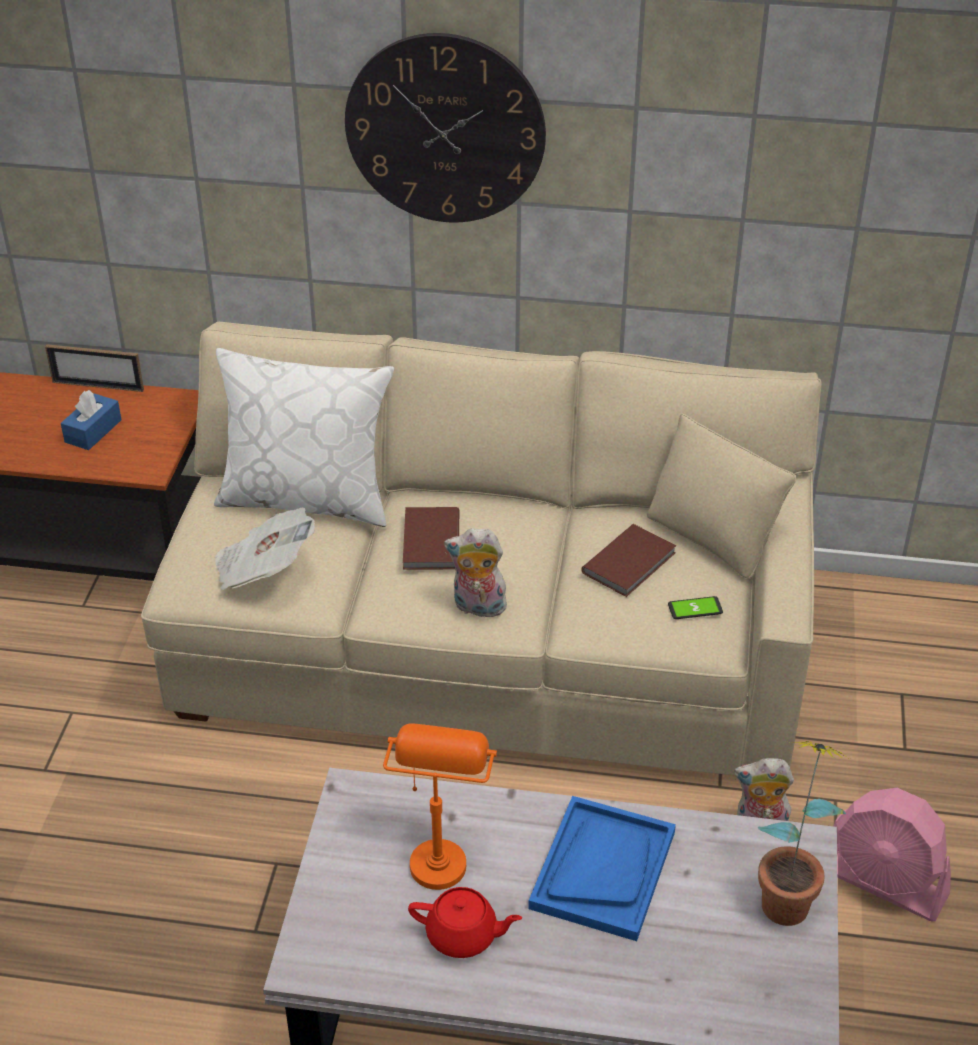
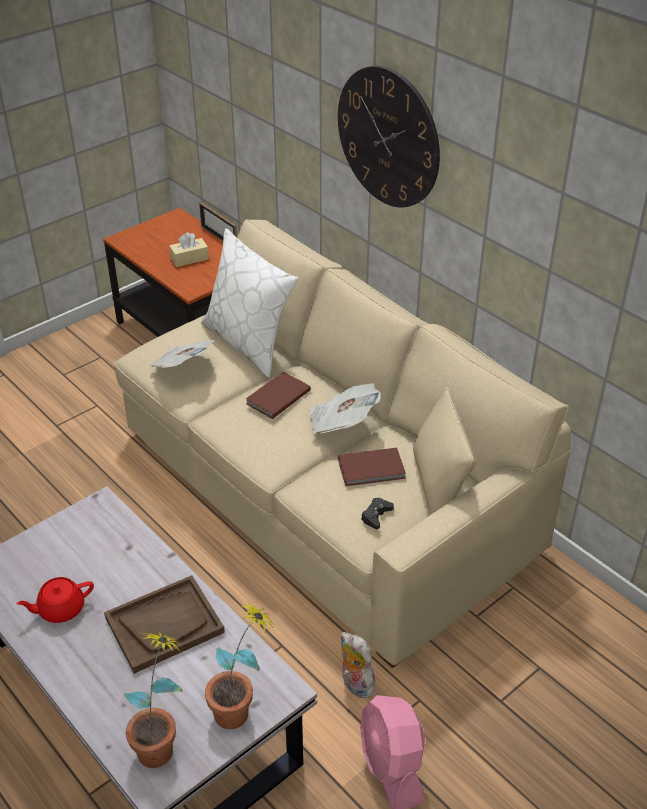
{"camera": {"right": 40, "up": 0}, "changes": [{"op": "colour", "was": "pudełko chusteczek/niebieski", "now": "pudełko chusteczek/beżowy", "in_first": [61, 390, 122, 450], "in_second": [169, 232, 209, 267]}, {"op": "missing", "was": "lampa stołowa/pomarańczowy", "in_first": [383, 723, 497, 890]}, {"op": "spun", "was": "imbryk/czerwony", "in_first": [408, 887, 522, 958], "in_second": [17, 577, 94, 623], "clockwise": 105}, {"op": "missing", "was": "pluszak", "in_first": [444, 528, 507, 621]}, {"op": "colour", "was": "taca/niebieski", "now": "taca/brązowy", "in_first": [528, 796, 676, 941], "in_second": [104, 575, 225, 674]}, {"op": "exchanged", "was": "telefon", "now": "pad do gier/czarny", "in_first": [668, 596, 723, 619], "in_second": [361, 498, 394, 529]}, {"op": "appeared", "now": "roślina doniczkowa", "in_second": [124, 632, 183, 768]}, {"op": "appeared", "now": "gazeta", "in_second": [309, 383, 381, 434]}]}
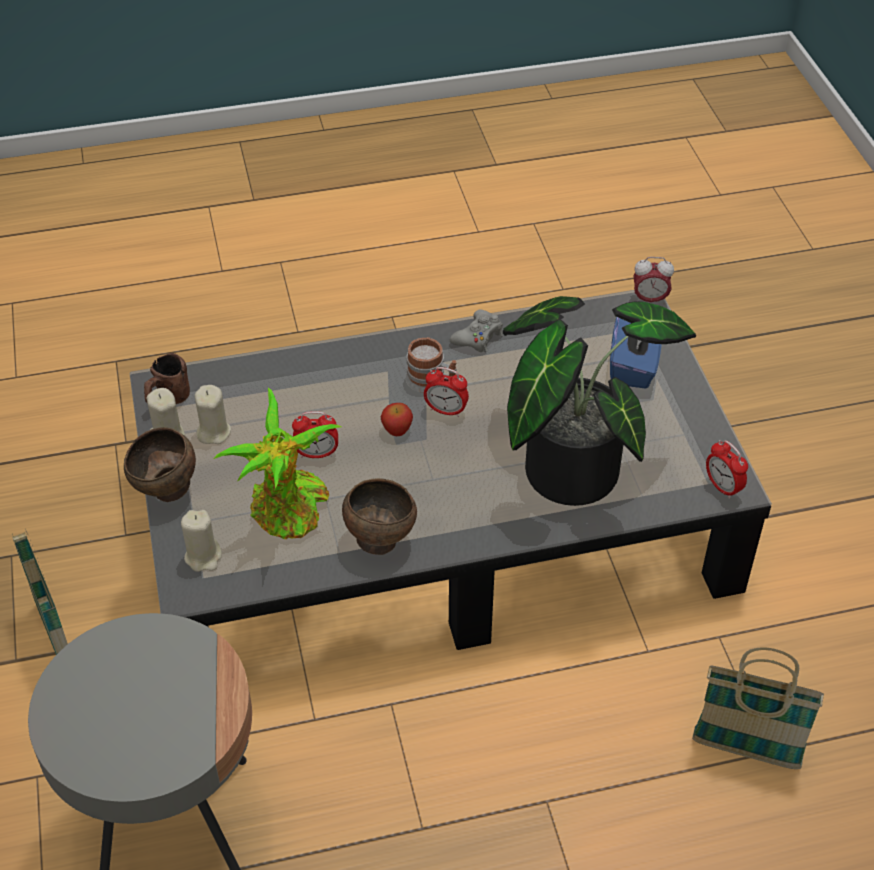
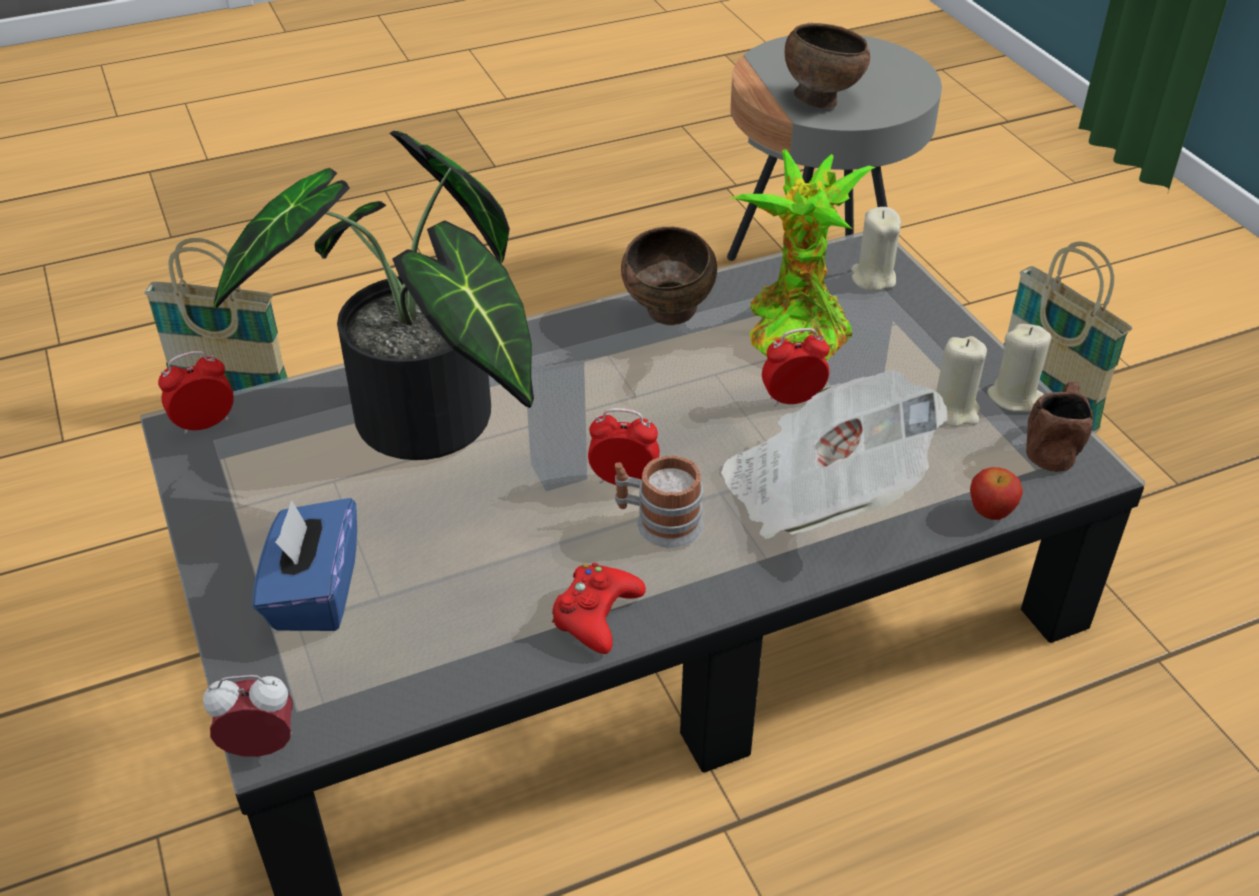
{"camera": {"right": 170, "up": -5}, "changes": [{"op": "relocated", "was": "miska/brązowy", "in_first": [124, 427, 196, 502], "in_second": [785, 23, 870, 108]}, {"op": "relocated", "was": "jabłko", "in_first": [381, 403, 413, 436], "in_second": [970, 467, 1023, 520]}, {"op": "colour", "was": "pad do gier/szary", "now": "pad do gier/czerwony", "in_first": [450, 310, 503, 352], "in_second": [552, 563, 646, 654]}, {"op": "spun", "was": "budzik", "in_first": [706, 440, 748, 499], "in_second": [158, 351, 234, 435], "clockwise": -75}, {"op": "appeared", "now": "gazeta", "in_second": [721, 370, 948, 539]}]}
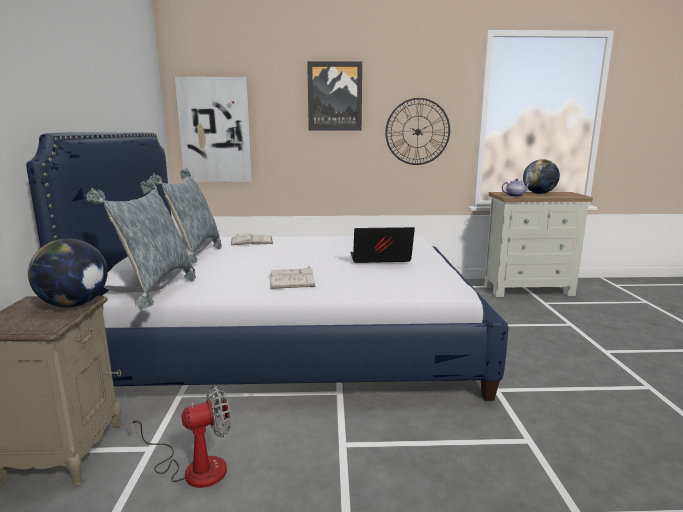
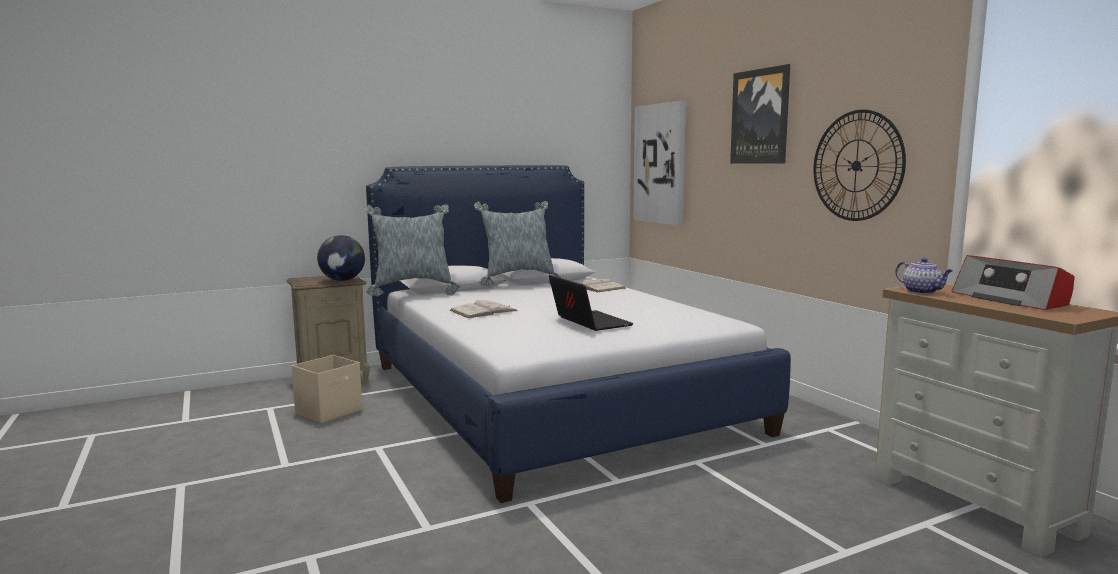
{"camera": {"right": 65, "up": -5}, "changes": [{"op": "exchanged", "was": "wentylator", "now": "pojemnik do przechowywania/beżowy", "in_first": [131, 385, 231, 488], "in_second": [292, 355, 362, 423]}, {"op": "exchanged", "was": "globus", "now": "radio", "in_first": [523, 159, 560, 194], "in_second": [952, 255, 1075, 310]}]}
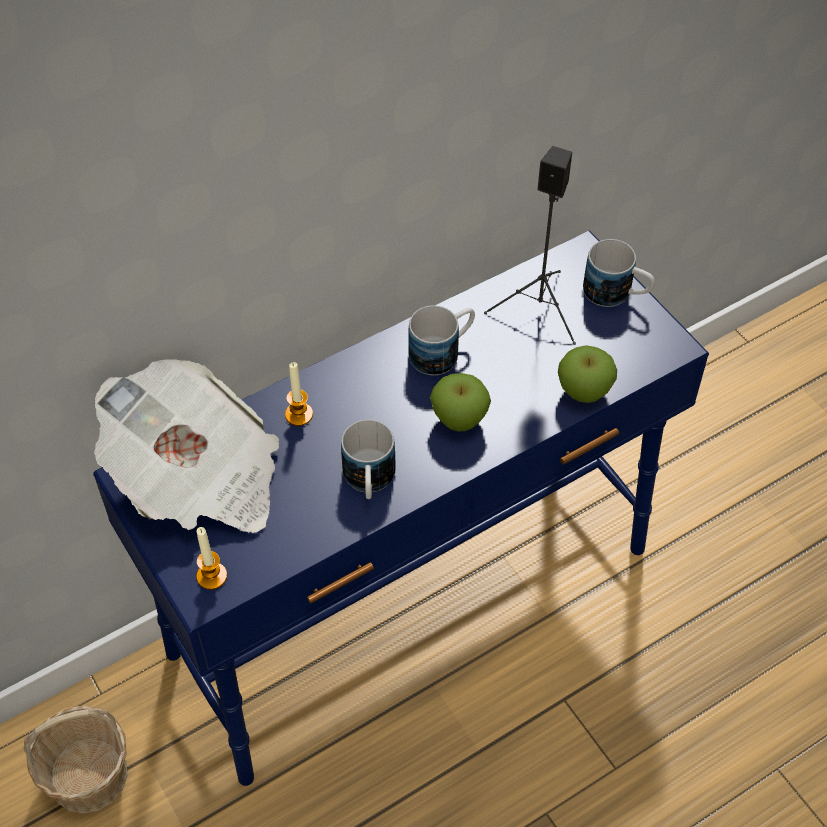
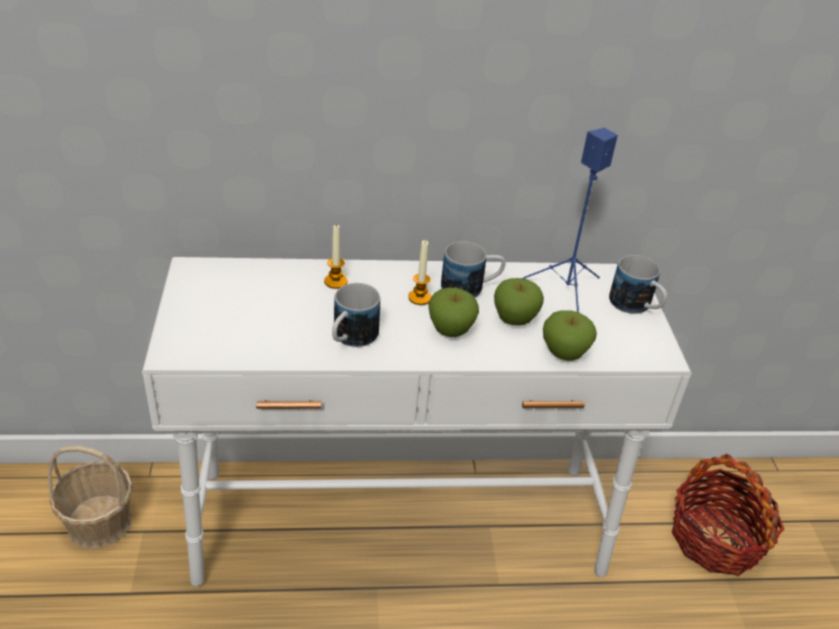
{"camera": {"right": 25, "up": -15}, "changes": [{"op": "colour", "was": "stolik konsolowy/niebieski", "now": "stolik konsolowy/biały", "in_first": [93, 231, 709, 786], "in_second": [142, 257, 692, 586]}, {"op": "missing", "was": "gazeta", "in_first": [94, 359, 279, 533]}, {"op": "relocated", "was": "świeca", "in_first": [196, 527, 227, 590], "in_second": [408, 240, 432, 305]}, {"op": "colour", "was": "głośnik/czarny", "now": "głośnik/niebieski", "in_first": [484, 146, 576, 345], "in_second": [522, 128, 618, 312]}, {"op": "appeared", "now": "jabłko", "in_second": [494, 278, 544, 325]}, {"op": "appeared", "now": "koszyk", "in_second": [672, 454, 784, 576]}]}
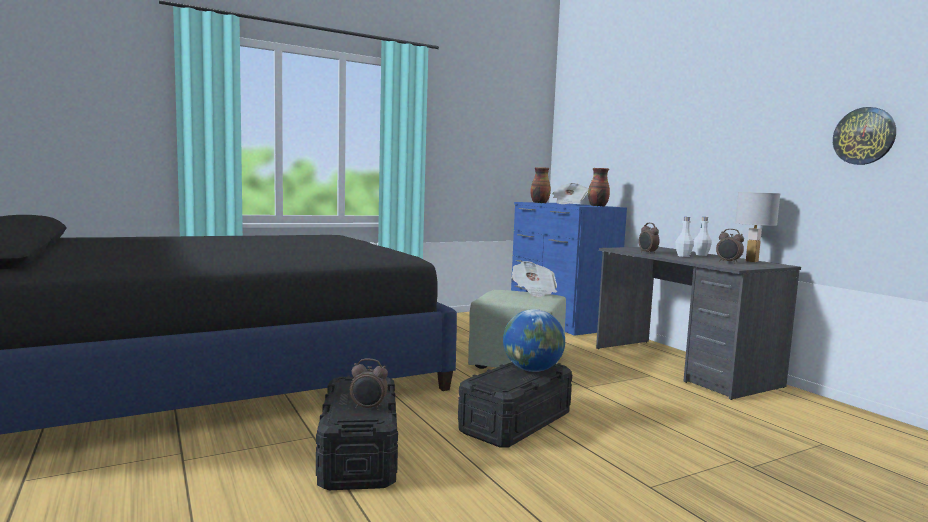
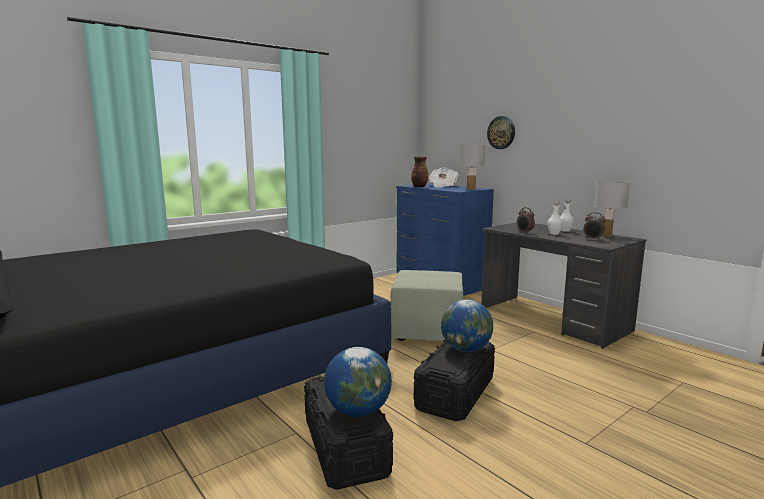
{"camera": {"right": -10, "up": 5}, "changes": [{"op": "exchanged", "was": "budzik", "now": "globus", "in_first": [350, 359, 388, 411], "in_second": [324, 347, 392, 417]}, {"op": "missing", "was": "gazeta", "in_first": [512, 261, 557, 297]}, {"op": "exchanged", "was": "wazon", "now": "lampa stołowa/biały", "in_first": [588, 168, 610, 207], "in_second": [460, 145, 485, 190]}, {"op": "relocated", "was": "zegar ścienny", "in_first": [833, 107, 896, 165], "in_second": [487, 116, 515, 149]}]}
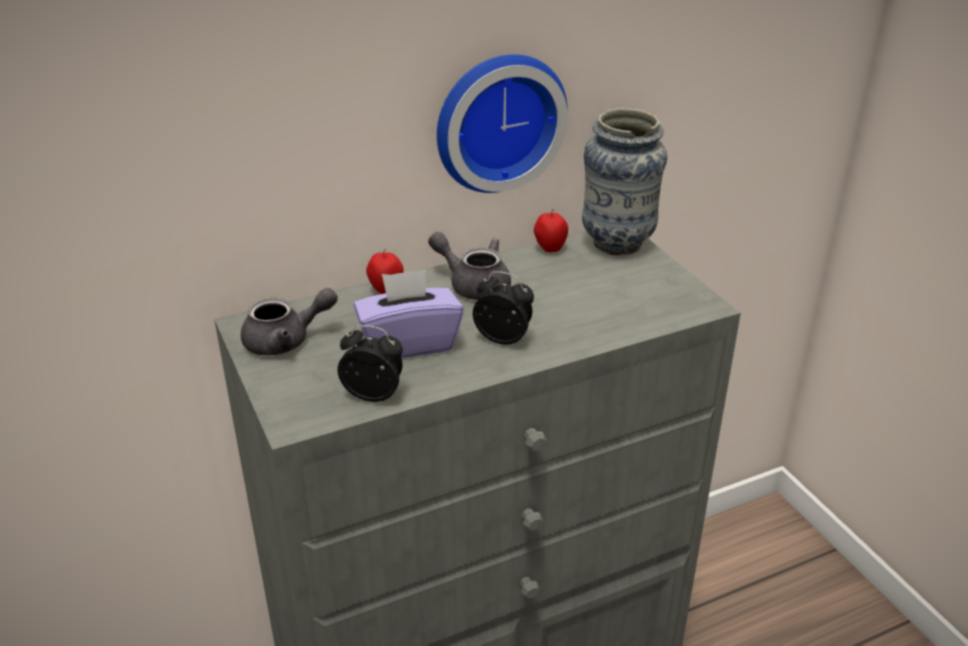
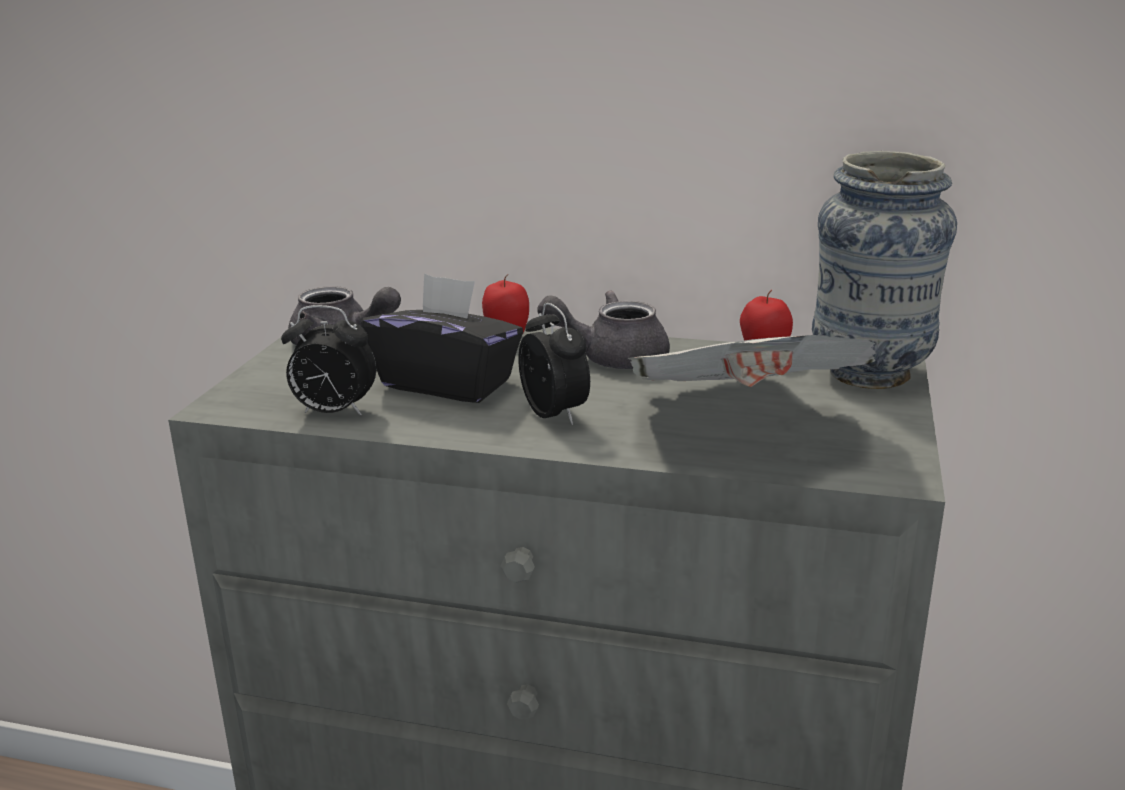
{"camera": {"right": 40, "up": -10}, "changes": [{"op": "spun", "was": "budzik", "in_first": [337, 325, 403, 402], "in_second": [281, 305, 376, 416], "clockwise": 135}, {"op": "colour", "was": "pudełko chusteczek/fioletowy", "now": "pudełko chusteczek/czarny", "in_first": [354, 269, 464, 358], "in_second": [362, 273, 523, 403]}, {"op": "spun", "was": "imbryk/szary", "in_first": [428, 232, 511, 300], "in_second": [537, 291, 670, 369], "clockwise": -75}, {"op": "missing", "was": "zegar ścienny", "in_first": [437, 55, 568, 193]}, {"op": "appeared", "now": "gazeta", "in_second": [628, 335, 876, 387]}]}
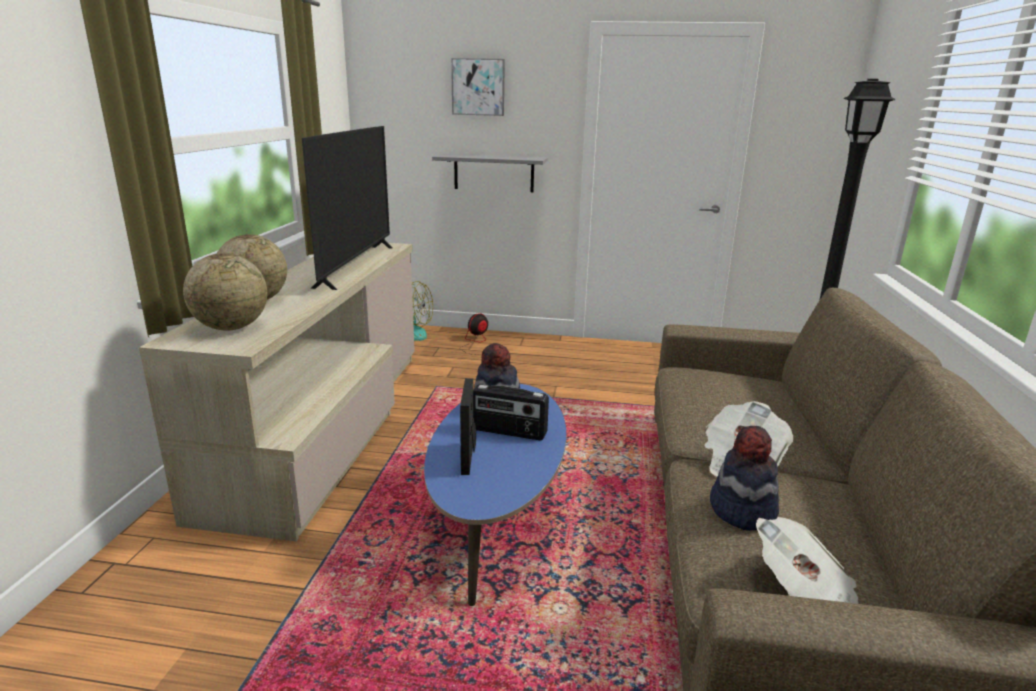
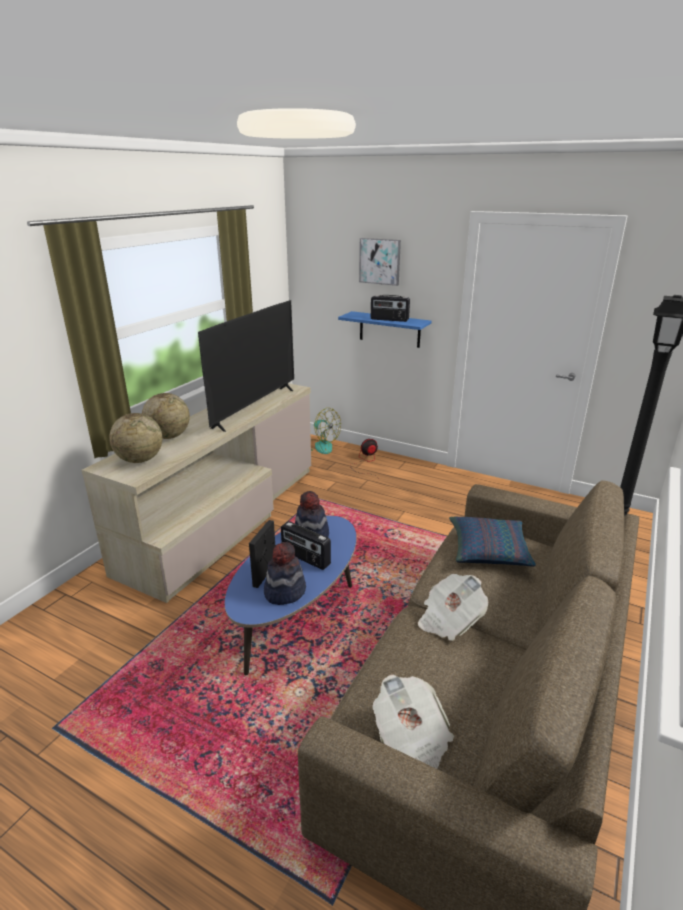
{"camera": {"right": 20, "up": 5}, "changes": [{"op": "colour", "was": "półka/szary", "now": "półka/niebieski", "in_first": [432, 153, 547, 192], "in_second": [338, 311, 431, 348]}, {"op": "relocated", "was": "kapelusz", "in_first": [710, 426, 779, 531], "in_second": [264, 542, 306, 605]}, {"op": "appeared", "now": "radio", "in_second": [371, 295, 410, 322]}, {"op": "appeared", "now": "poduszka/niebieski", "in_second": [449, 517, 536, 567]}]}
